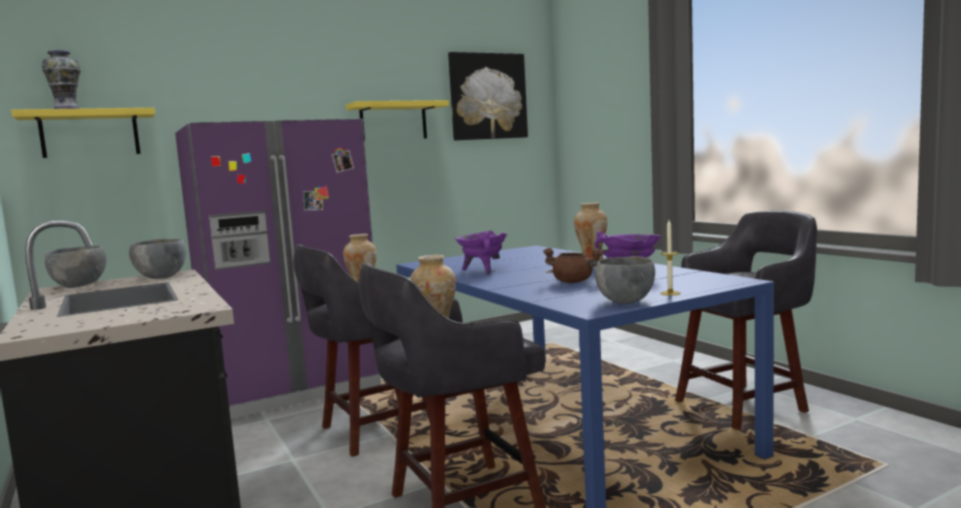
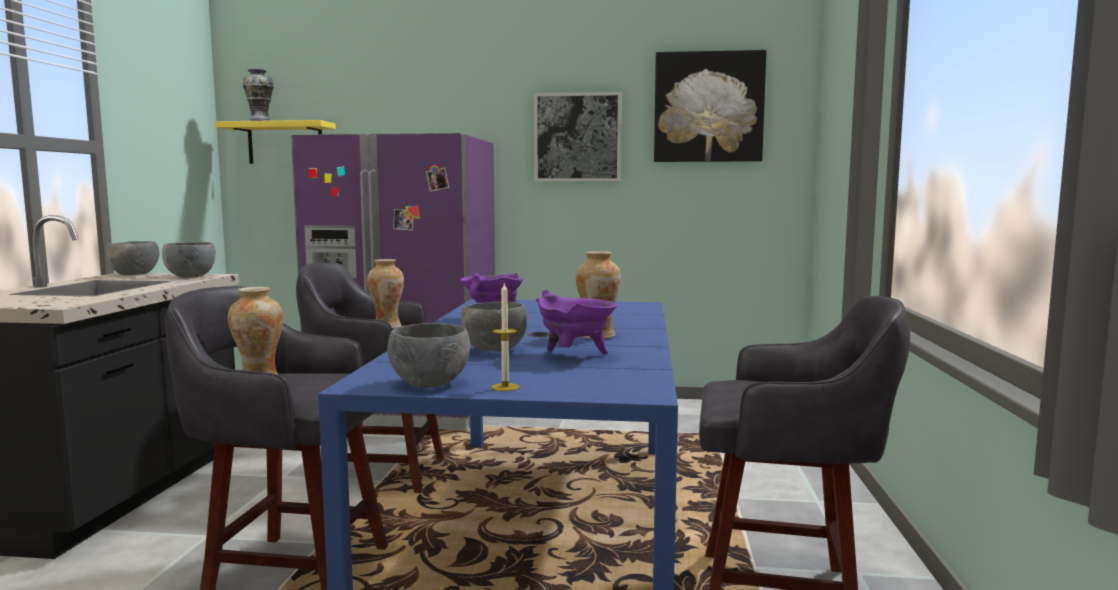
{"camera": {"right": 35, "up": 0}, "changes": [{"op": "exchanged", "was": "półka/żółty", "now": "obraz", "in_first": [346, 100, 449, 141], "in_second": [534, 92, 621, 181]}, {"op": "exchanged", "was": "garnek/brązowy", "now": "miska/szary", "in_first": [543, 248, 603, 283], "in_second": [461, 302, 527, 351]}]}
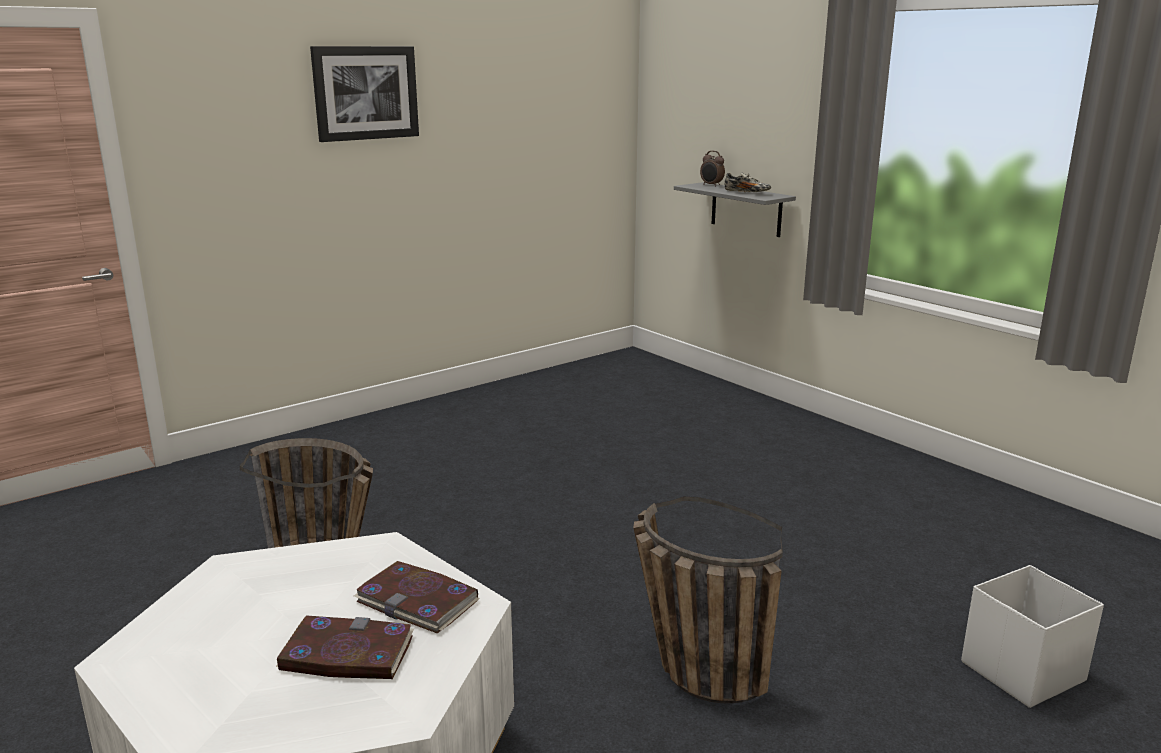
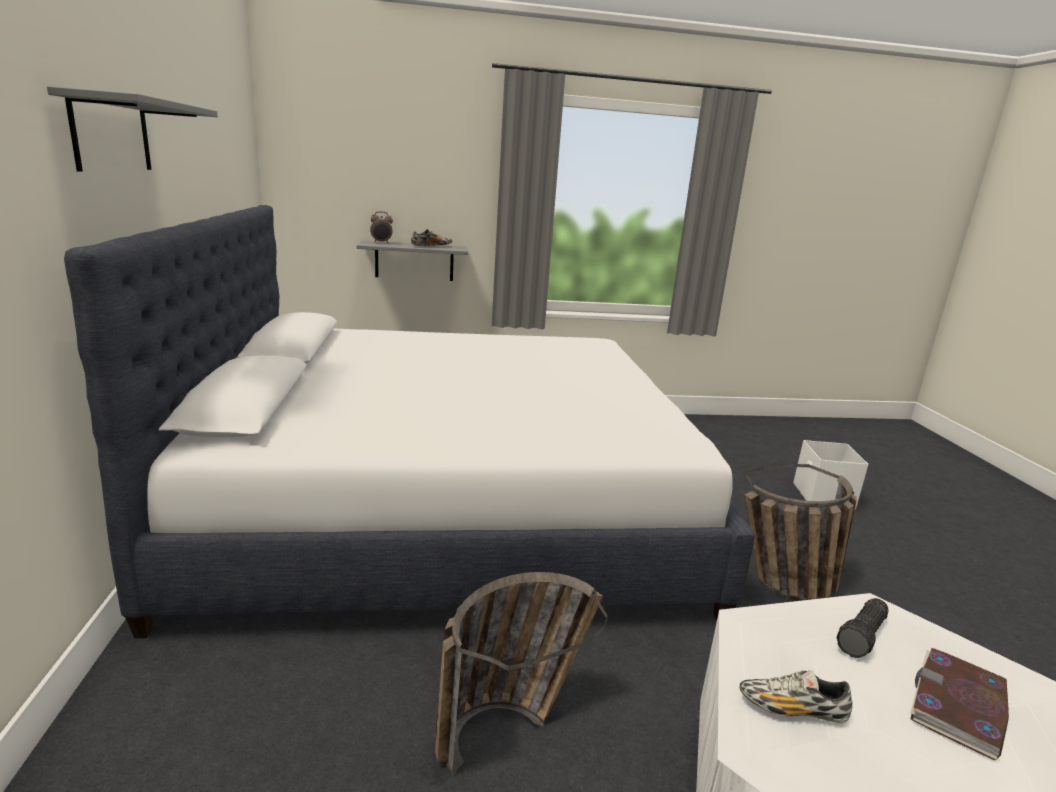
{"camera": {"right": -60, "up": 0}, "changes": [{"op": "exchanged", "was": "obraz", "now": "półka/szary", "in_first": [310, 46, 419, 142], "in_second": [47, 86, 218, 172]}, {"op": "exchanged", "was": "książka", "now": "latarka", "in_first": [354, 561, 480, 633], "in_second": [837, 598, 889, 658]}, {"op": "appeared", "now": "łóżko/biały", "in_second": [64, 205, 755, 638]}, {"op": "appeared", "now": "but", "in_second": [740, 670, 853, 723]}]}
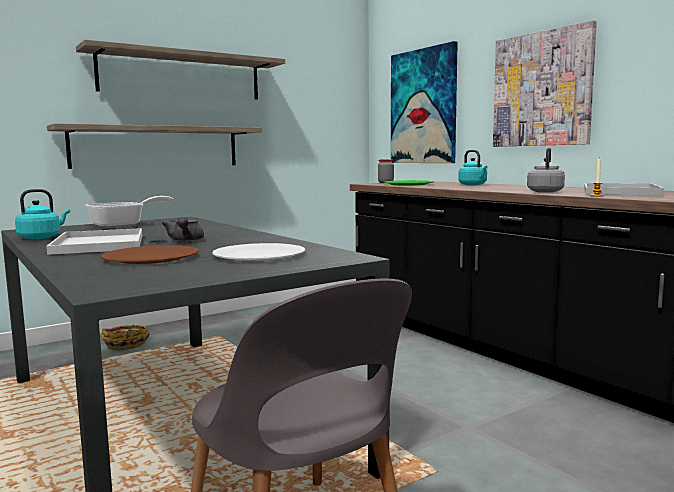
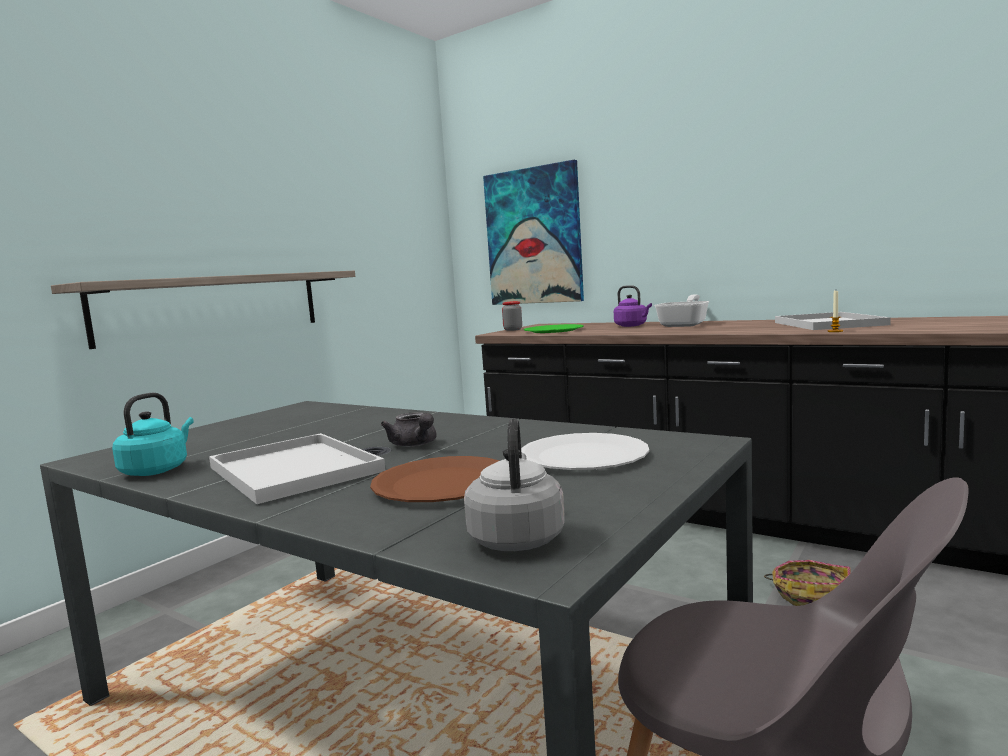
{"camera": {"right": -20, "up": 0}, "changes": [{"op": "missing", "was": "półka", "in_first": [76, 39, 285, 99]}, {"op": "relocated", "was": "patelnia", "in_first": [86, 196, 173, 228], "in_second": [654, 294, 709, 327]}, {"op": "relocated", "was": "koszyk", "in_first": [101, 325, 150, 350], "in_second": [764, 560, 851, 606]}, {"op": "colour", "was": "czajnik/turkusowy", "now": "czajnik/fioletowy", "in_first": [458, 150, 488, 185], "in_second": [614, 285, 652, 327]}, {"op": "missing", "was": "obraz", "in_first": [493, 20, 597, 147]}, {"op": "relocated", "was": "czajnik/szary", "in_first": [527, 148, 565, 193], "in_second": [464, 418, 565, 551]}]}
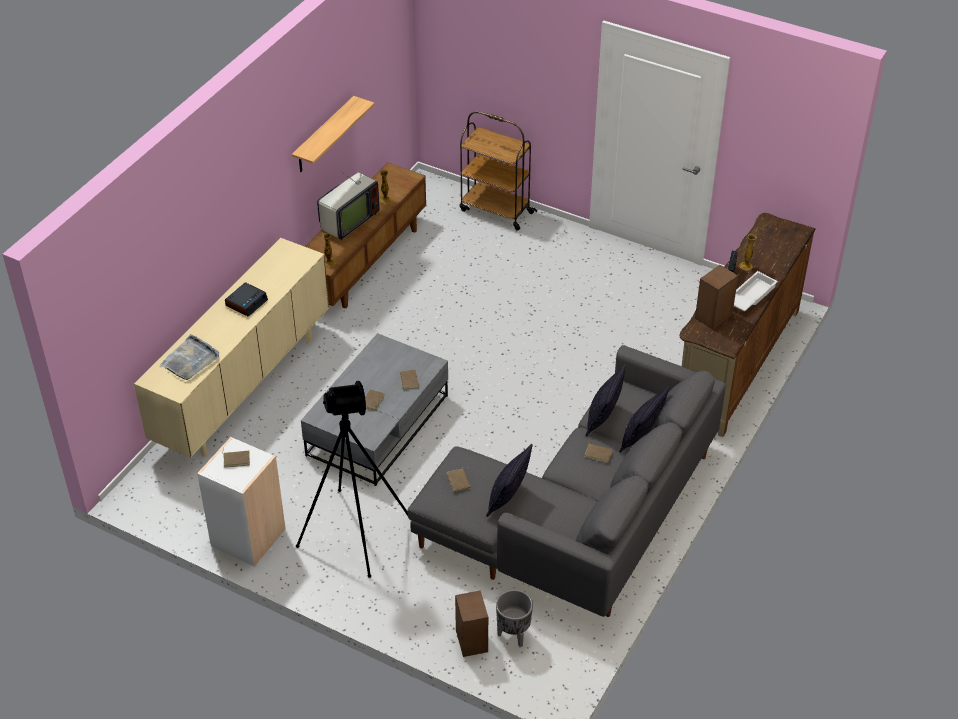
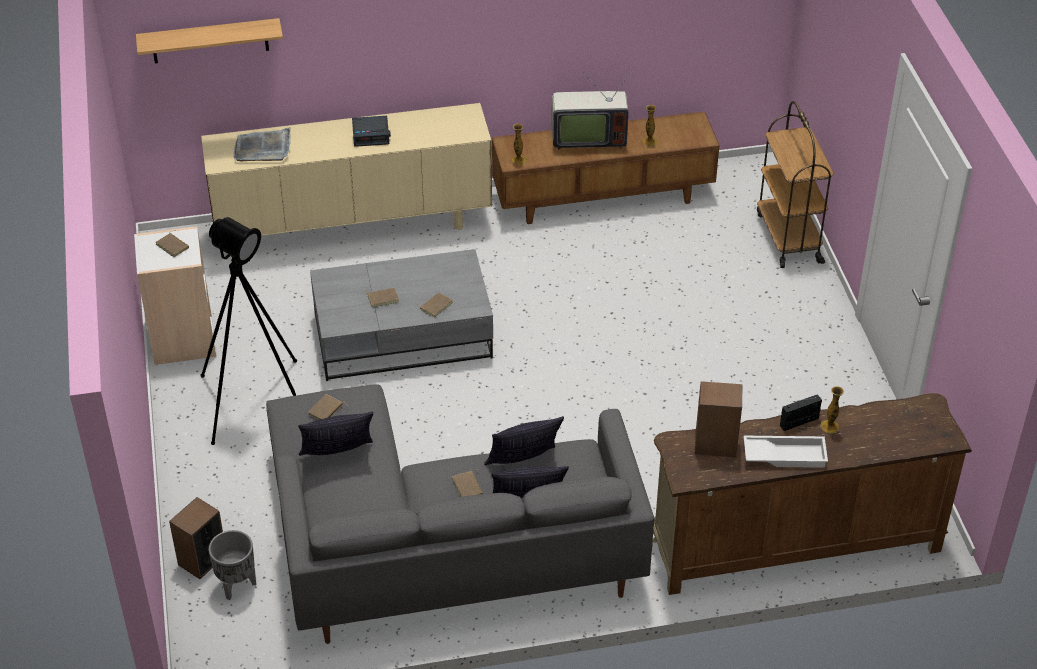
{"camera": {"right": 50, "up": 0}, "changes": [{"op": "relocated", "was": "półka", "in_first": [292, 96, 374, 172], "in_second": [136, 18, 283, 63]}]}
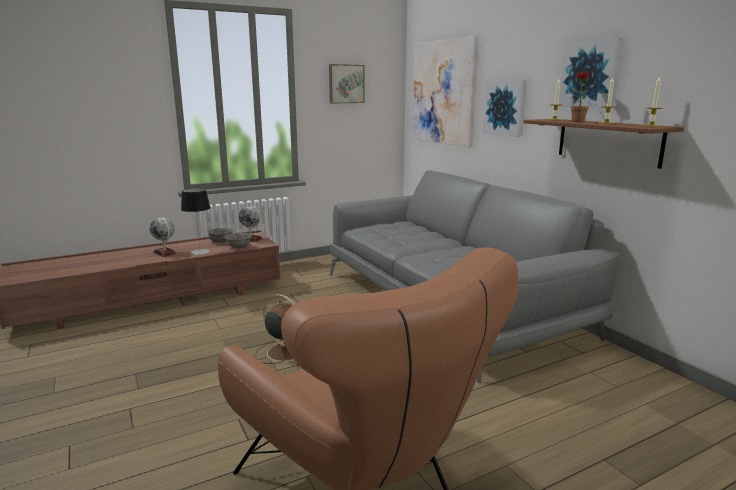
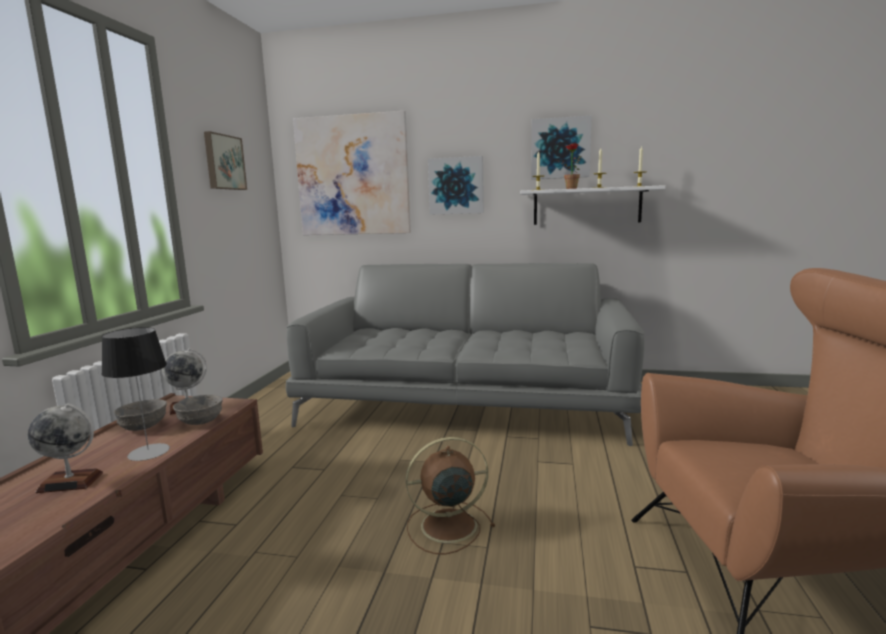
{"camera": {"right": -50, "up": -5}, "changes": [{"op": "colour", "was": "półka/brązowy", "now": "półka/biały", "in_first": [523, 119, 684, 169], "in_second": [520, 185, 665, 225]}]}
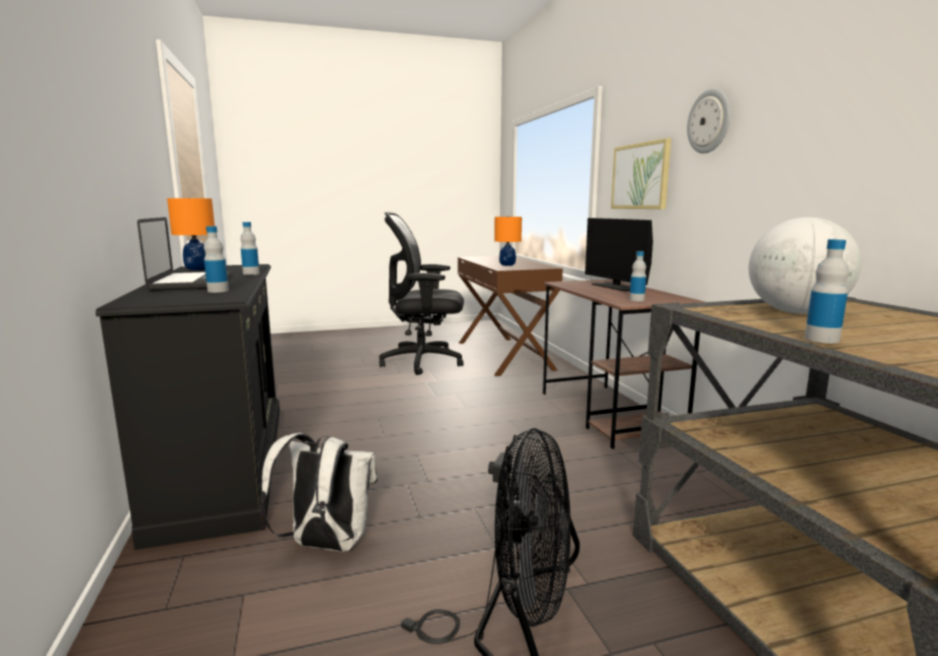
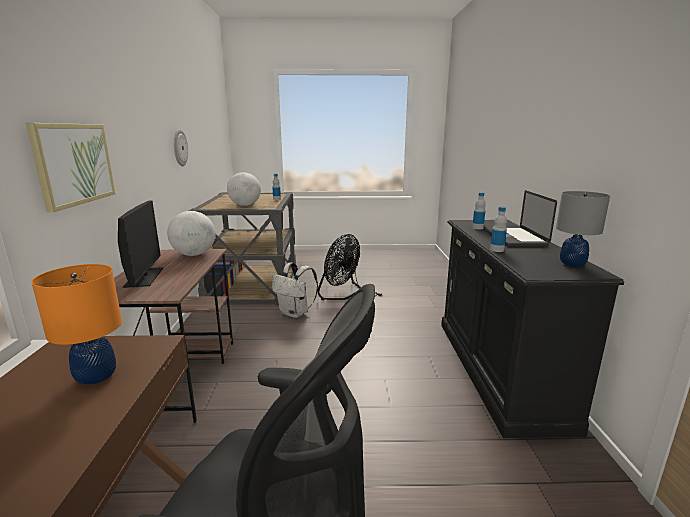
{"camera": {"right": -165, "up": 5}, "changes": [{"op": "colour", "was": "lampa stołowa/pomarańczowy", "now": "lampa stołowa/szary", "in_first": [167, 197, 215, 270], "in_second": [556, 191, 610, 267]}, {"op": "relocated", "was": "plecak/biały", "in_first": [261, 433, 378, 552], "in_second": [272, 262, 318, 318]}, {"op": "exchanged", "was": "butelka", "now": "globus", "in_first": [629, 251, 646, 301], "in_second": [167, 211, 215, 256]}, {"op": "relocated", "was": "zegar ścienny", "in_first": [687, 89, 730, 154], "in_second": [174, 129, 188, 166]}]}
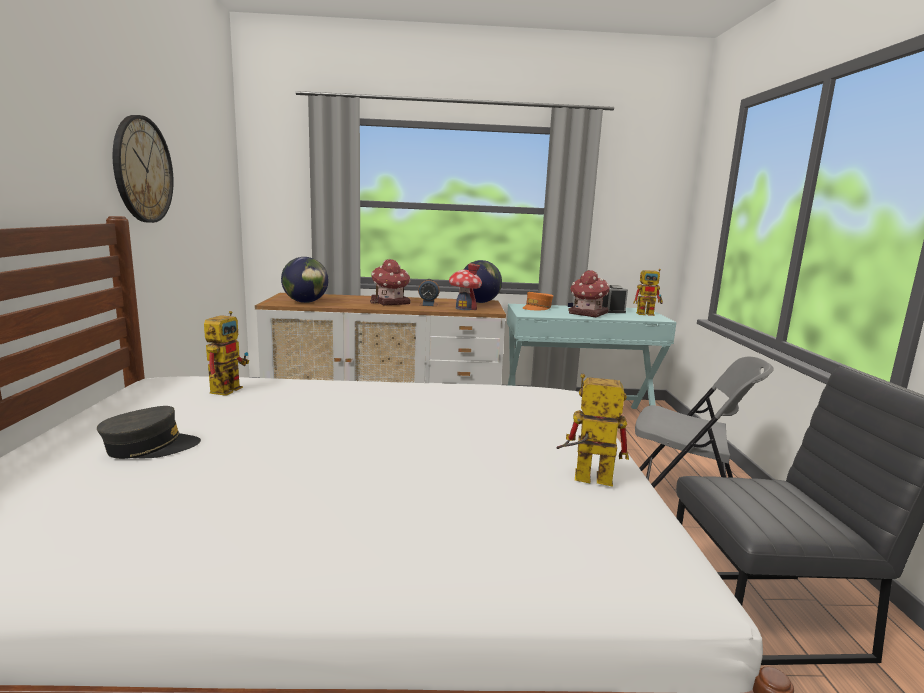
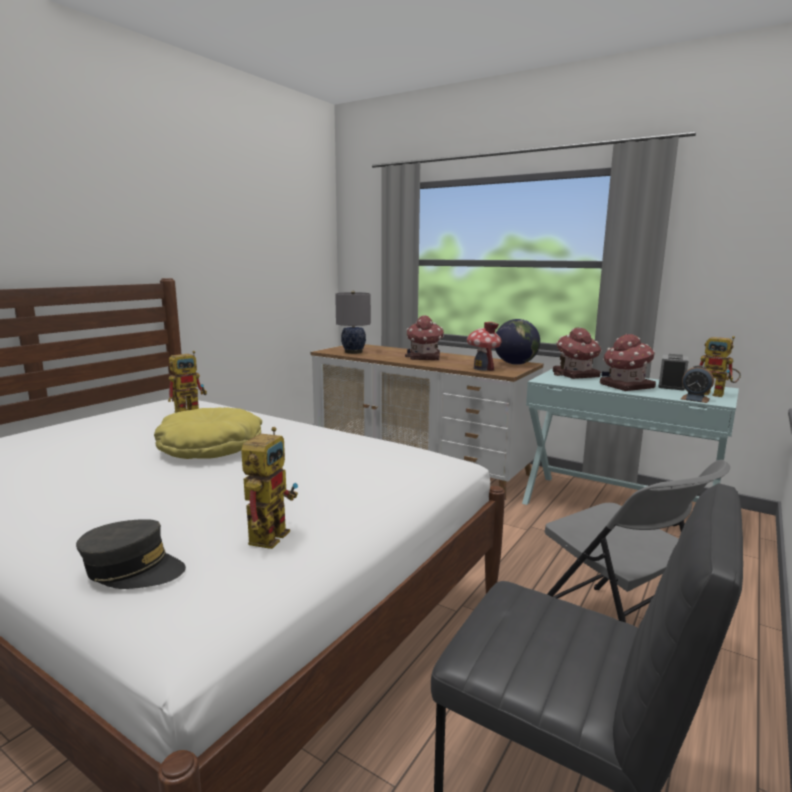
{"camera": {"right": 35, "up": 0}, "changes": [{"op": "relocated", "was": "czapka z daszkiem/szary", "in_first": [97, 406, 201, 459], "in_second": [76, 519, 186, 589]}, {"op": "missing", "was": "zegar ścienny", "in_first": [112, 115, 174, 223]}, {"op": "exchanged", "was": "globus", "now": "lampa stołowa/szary", "in_first": [281, 257, 328, 303], "in_second": [335, 291, 371, 354]}, {"op": "relocated", "was": "budzik", "in_first": [418, 279, 440, 307], "in_second": [681, 365, 714, 403]}, {"op": "exchanged", "was": "czapka z daszkiem/pomarańczowy", "now": "domek", "in_first": [523, 292, 553, 310], "in_second": [553, 327, 602, 379]}, {"op": "spun", "was": "robot zabawkowy", "in_first": [556, 374, 629, 487], "in_second": [241, 427, 298, 549], "clockwise": 60}, {"op": "appeared", "now": "poduszka/żółty", "in_second": [154, 408, 262, 459]}]}
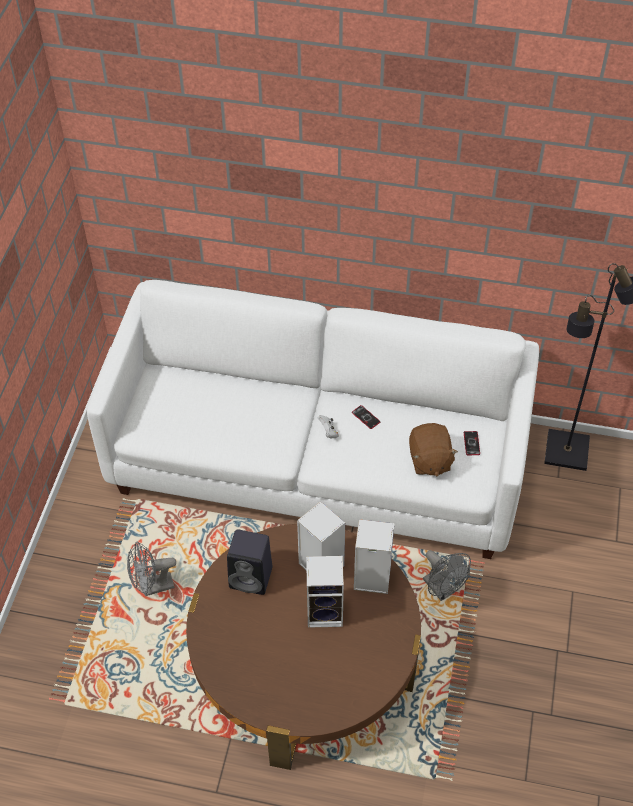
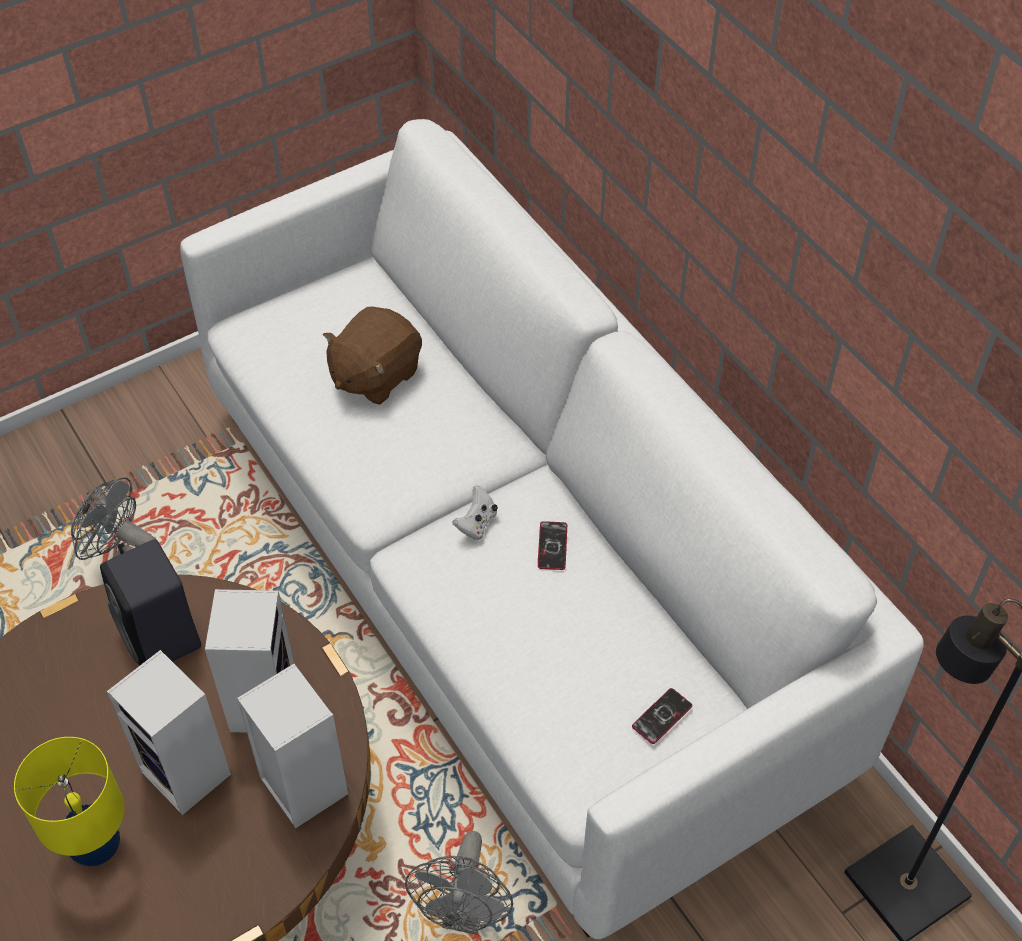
{"camera": {"right": 45, "up": 0}, "changes": [{"op": "relocated", "was": "pluszak/brązowy", "in_first": [409, 423, 458, 476], "in_second": [323, 307, 422, 405]}, {"op": "appeared", "now": "lampa stołowa/żółty", "in_second": [14, 737, 124, 867]}]}
